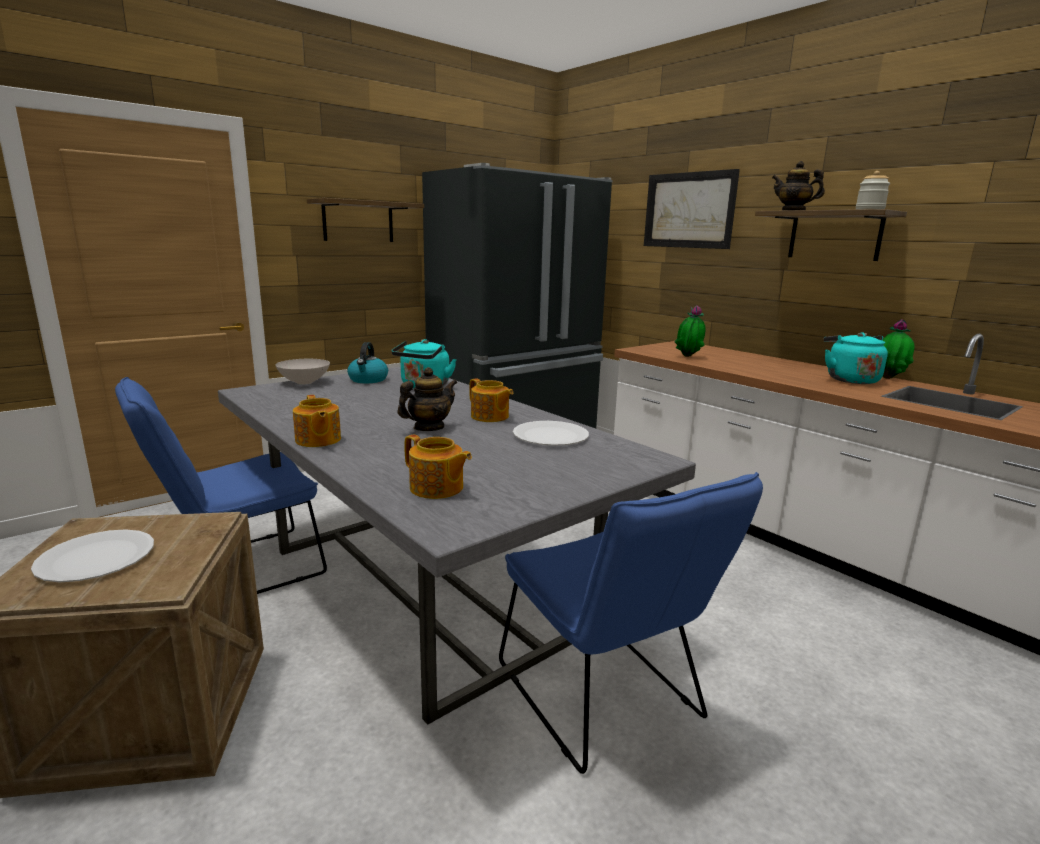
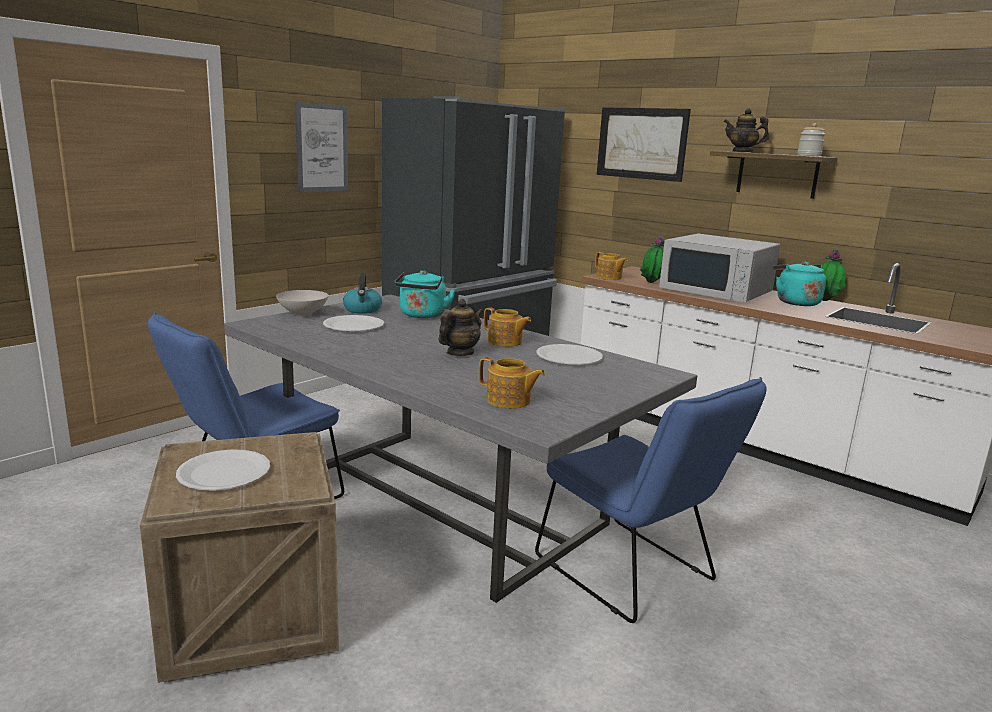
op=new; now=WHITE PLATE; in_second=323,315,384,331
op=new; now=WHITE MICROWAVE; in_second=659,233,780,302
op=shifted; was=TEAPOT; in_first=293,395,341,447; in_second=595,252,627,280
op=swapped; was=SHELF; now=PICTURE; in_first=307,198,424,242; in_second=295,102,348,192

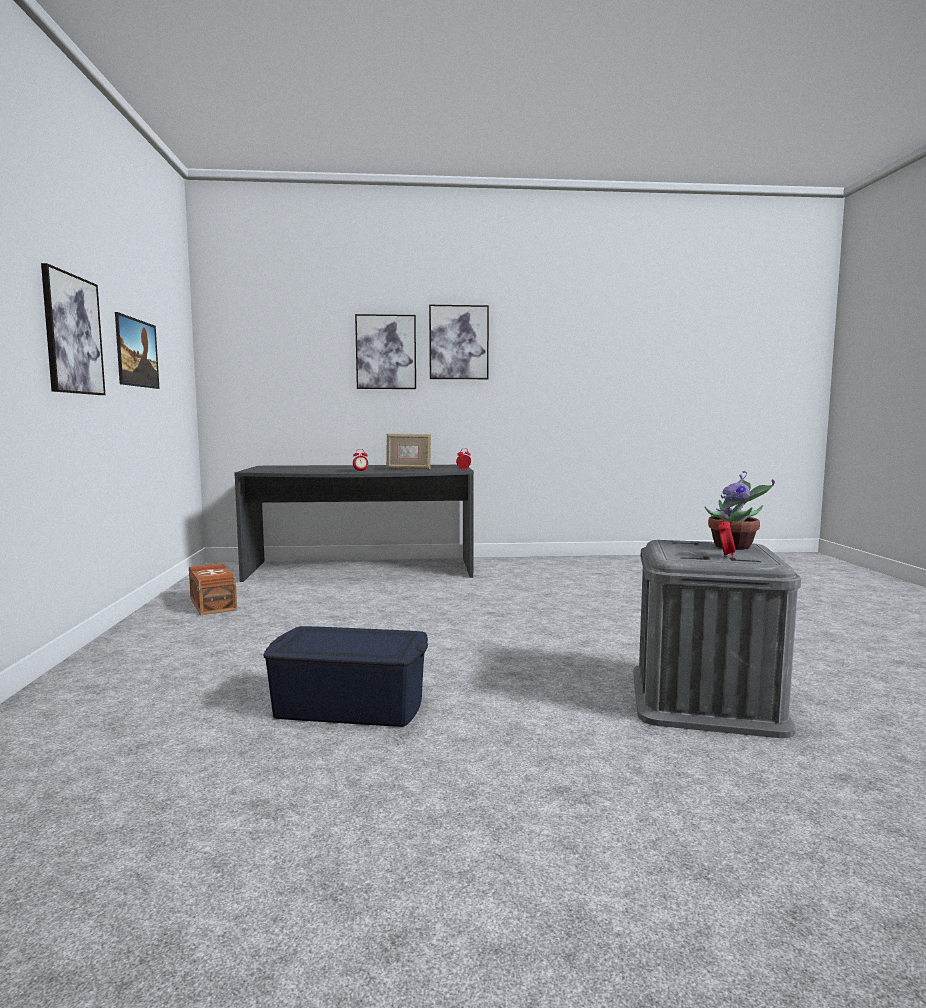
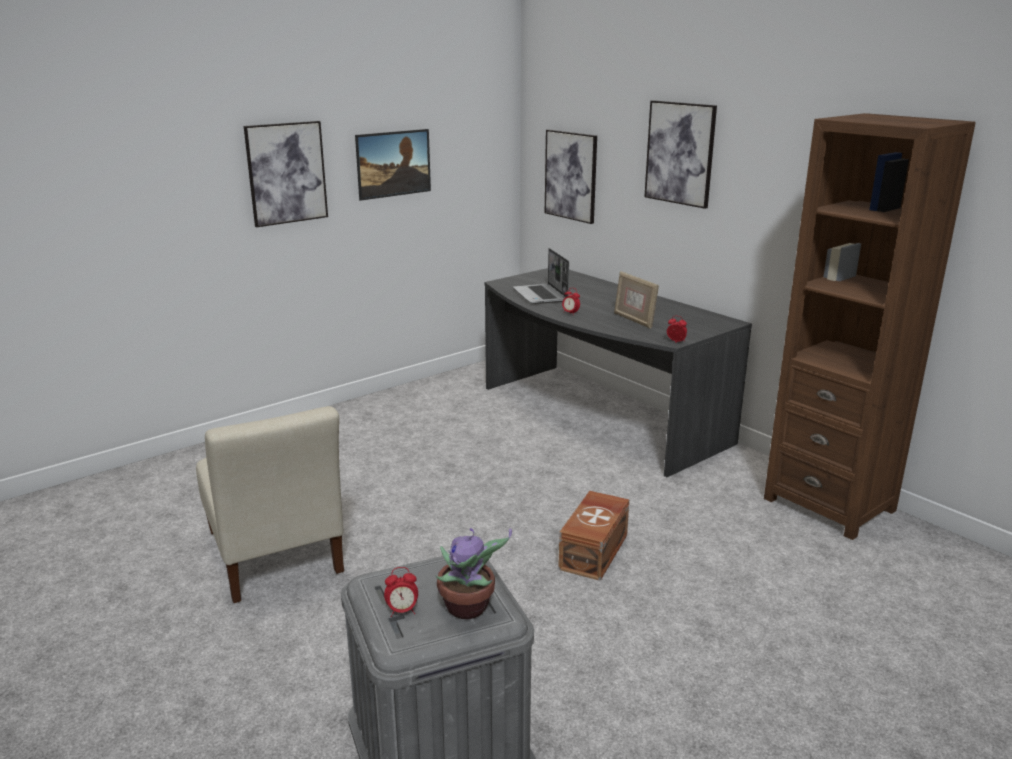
op=new; now=LAPTOP; in_second=513,248,569,304
op=new; now=BROWN BOOKCASE; in_second=764,113,976,540
op=shifted; was=BROWN STORAGE BOX; in_first=189,563,237,615; in_second=558,491,629,581
op=shifted; was=PICTURE; in_first=429,305,489,379; in_second=545,129,597,224
op=swapped; was=BLUE STORAGE BOX; now=BEIGE CHAIR; in_first=263,626,428,727; in_second=196,406,344,603

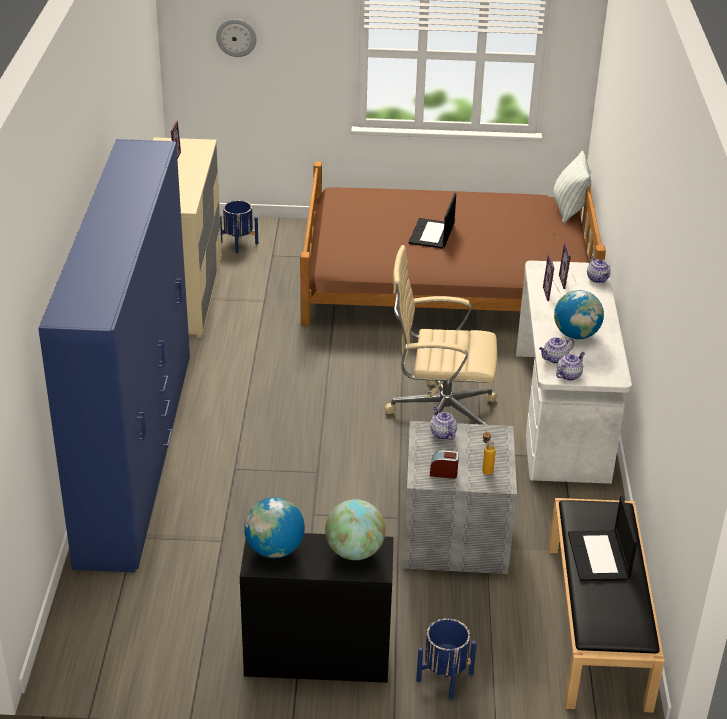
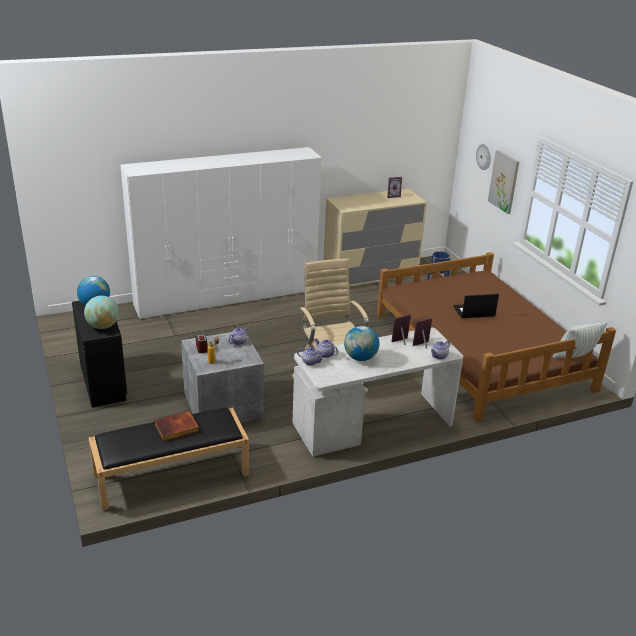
op=gone; was=BLUE PLANTER; in_first=416,618,477,700
op=new; now=PICTURE; in_second=488,150,519,214
op=swapped; was=LAPTOP; now=BOOK; in_first=568,496,637,581; in_second=154,411,199,442
op=repainted; was=BLUE WARDROBE; now=WHITE WARDROBE; in_first=38,139,190,572; in_second=120,147,322,319

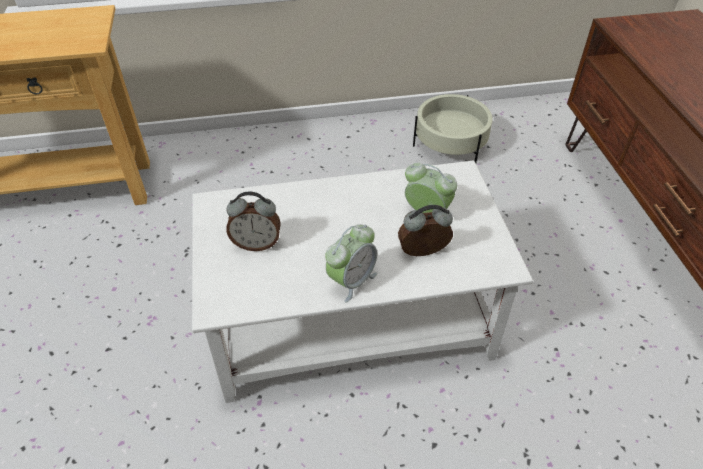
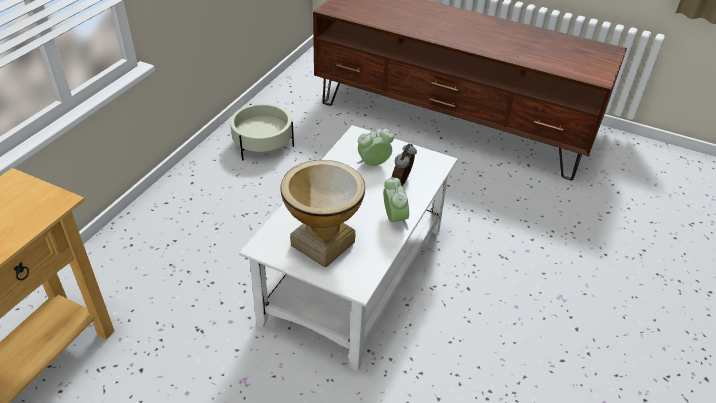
op=swapped; was=ALARM CLOCK; now=VASE; in_first=226,191,281,251; in_second=281,160,365,267

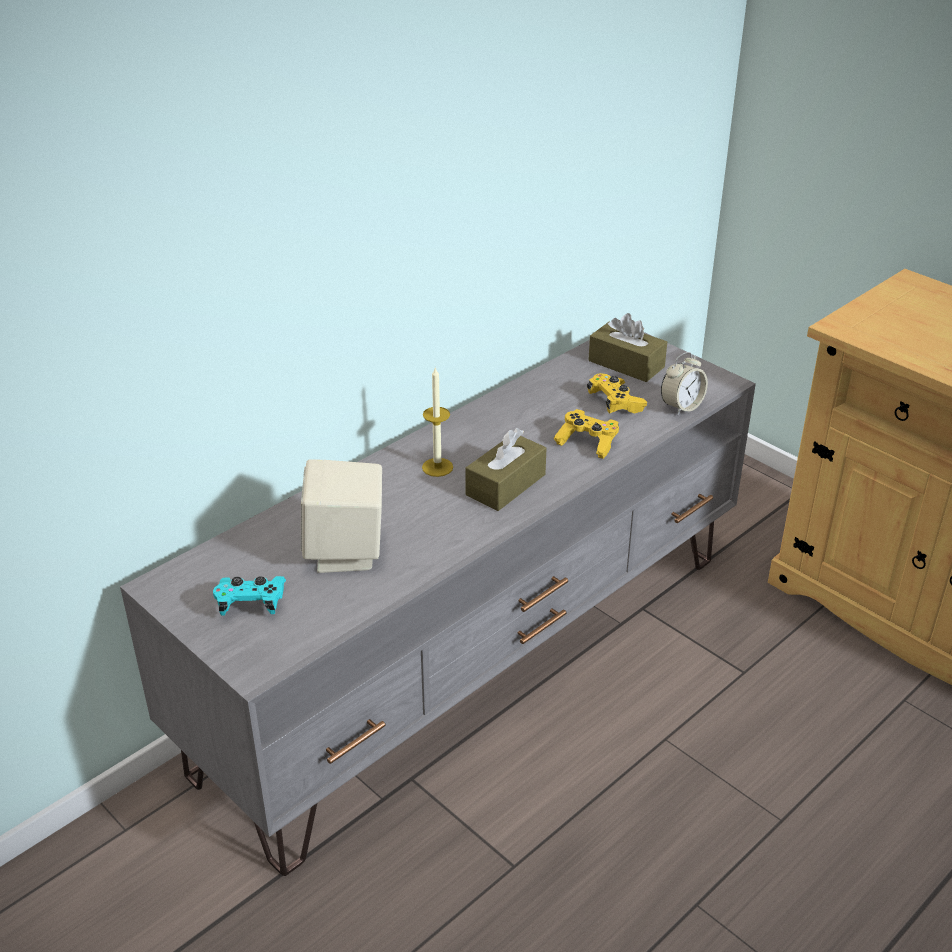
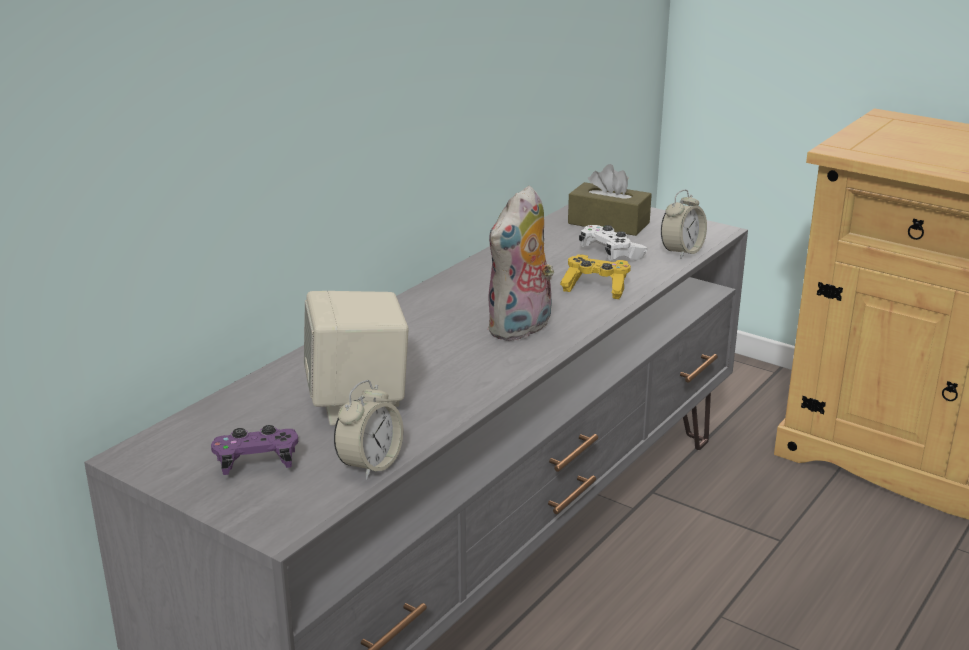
op=gone; was=CANDLE; in_first=422,367,453,477
op=new; now=ALARM CLOCK; in_second=334,380,403,480
op=swapped; was=BROWN TISSUE BOX; now=PLUSH TOY; in_first=465,428,547,511; in_second=487,186,554,341
op=repainted; was=TURQUOISE GAME CONTROLLER; now=PURPLE GAME CONTROLLER; in_first=213,576,286,616; in_second=211,425,298,475
op=repainted; was=YELLOW GAME CONTROLLER; now=WHITE GAME CONTROLLER; in_first=587,373,647,413; in_second=579,225,647,261

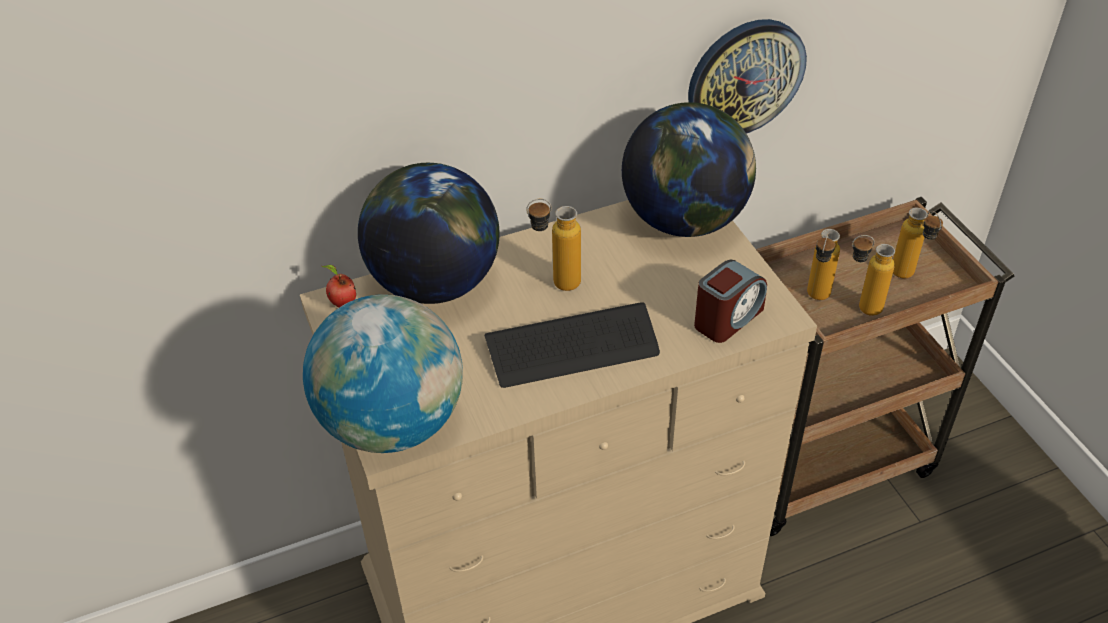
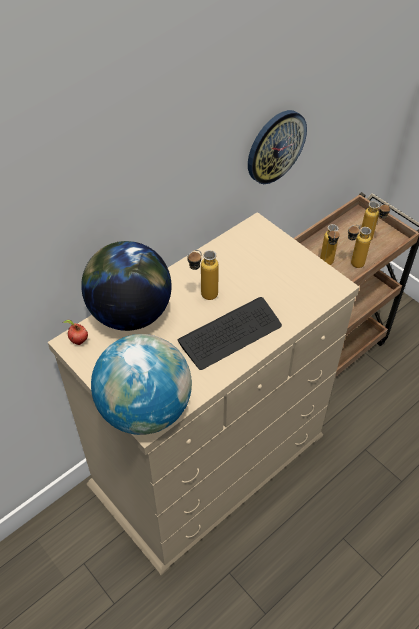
op=gone; was=GLOBE; in_first=622,102,756,237
op=gone; was=ALARM CLOCK; in_first=694,259,767,343

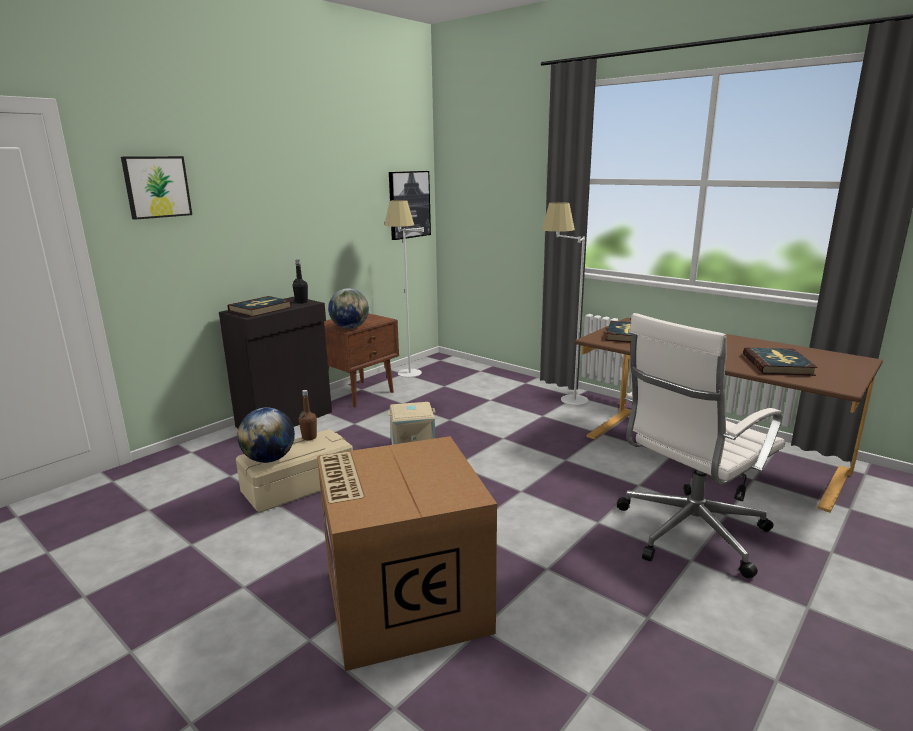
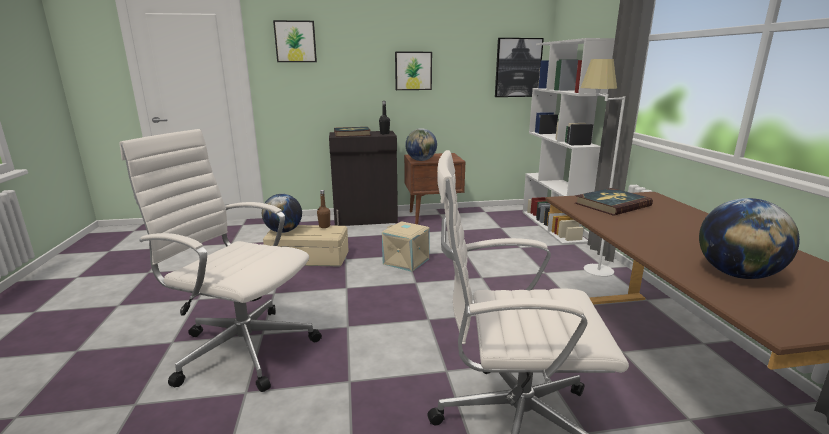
op=gone; was=WHITE FLOOR LAMP; in_first=385,200,424,377
op=new; now=PICTURE; in_second=395,52,432,90
op=new; now=WHITE BOOKCASE; in_second=523,38,615,245
op=swapped; was=CARDBOARD BOX; now=WHITE OFFICE CHAIR; in_first=317,436,497,671; in_second=120,129,322,392
op=swapped; was=BOOK; now=GLOBE; in_first=743,348,818,376; in_second=699,198,800,279

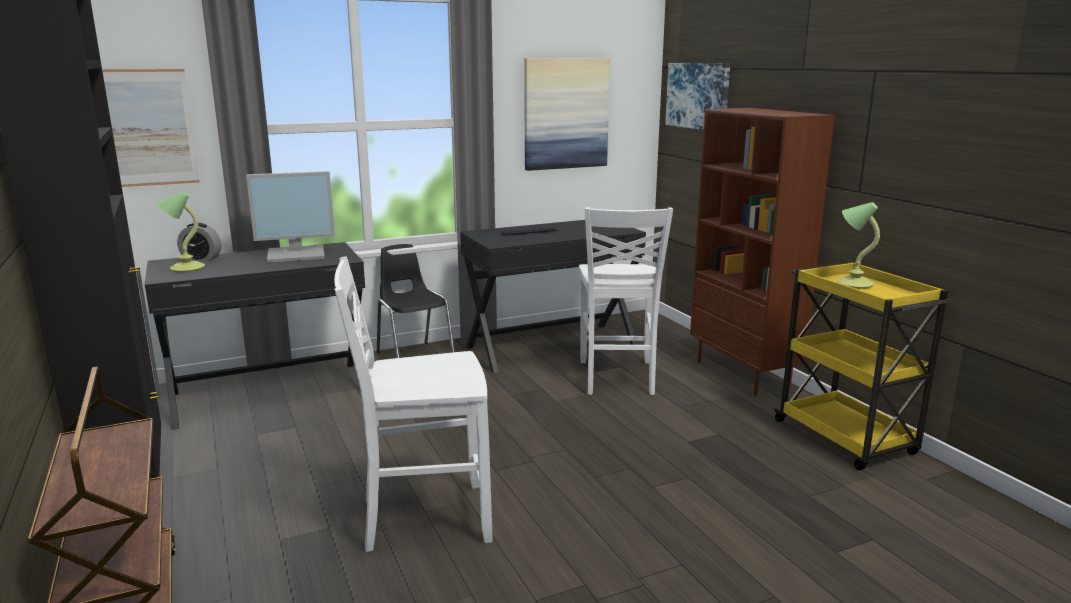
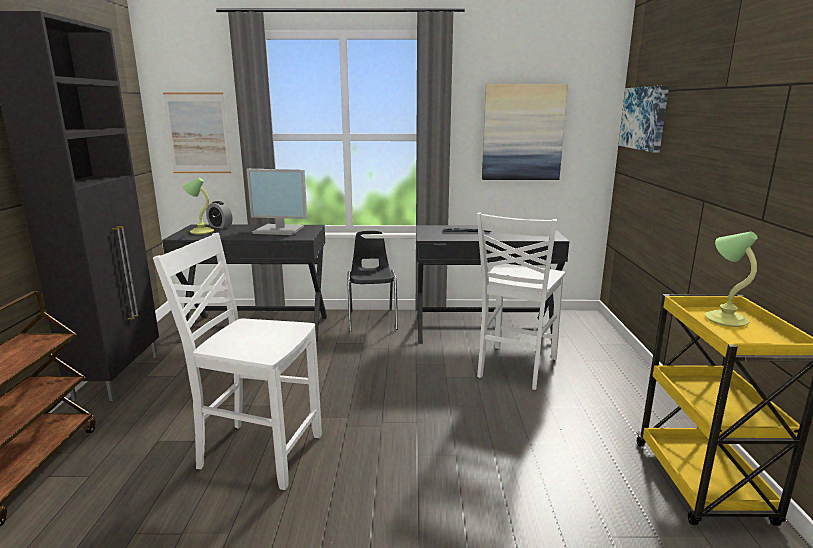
op=gone; was=BROWN BOOKCASE; in_first=690,108,835,396

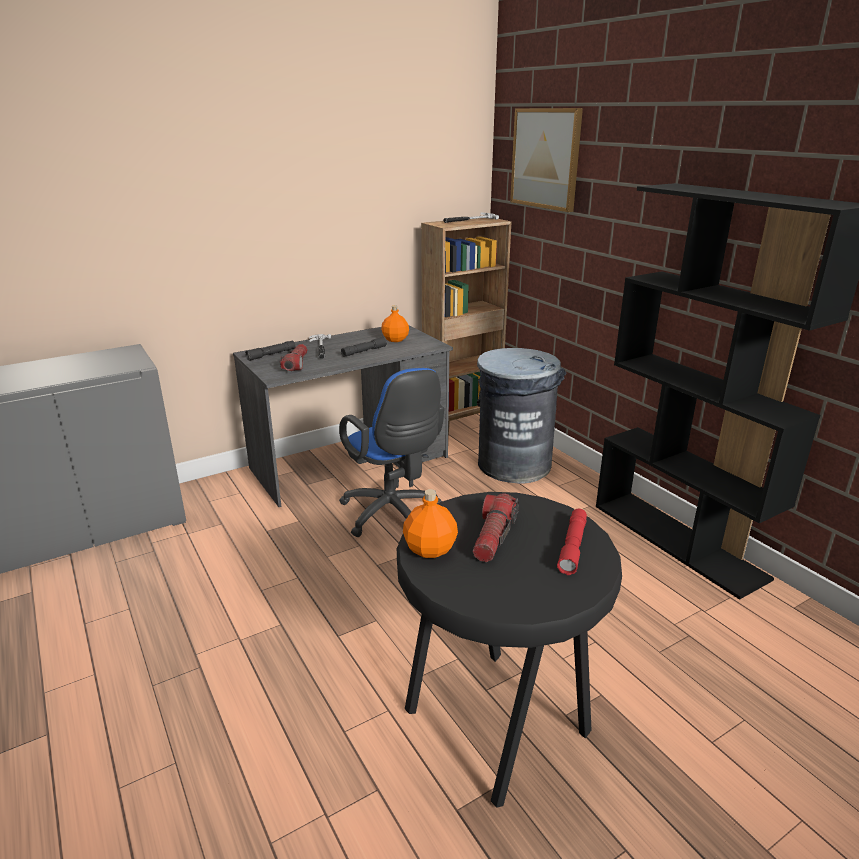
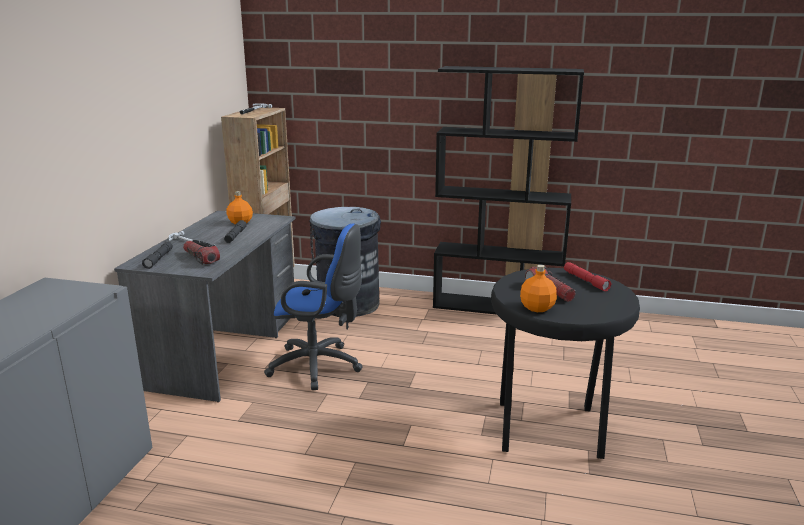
op=gone; was=PICTURE; in_first=510,108,583,212

